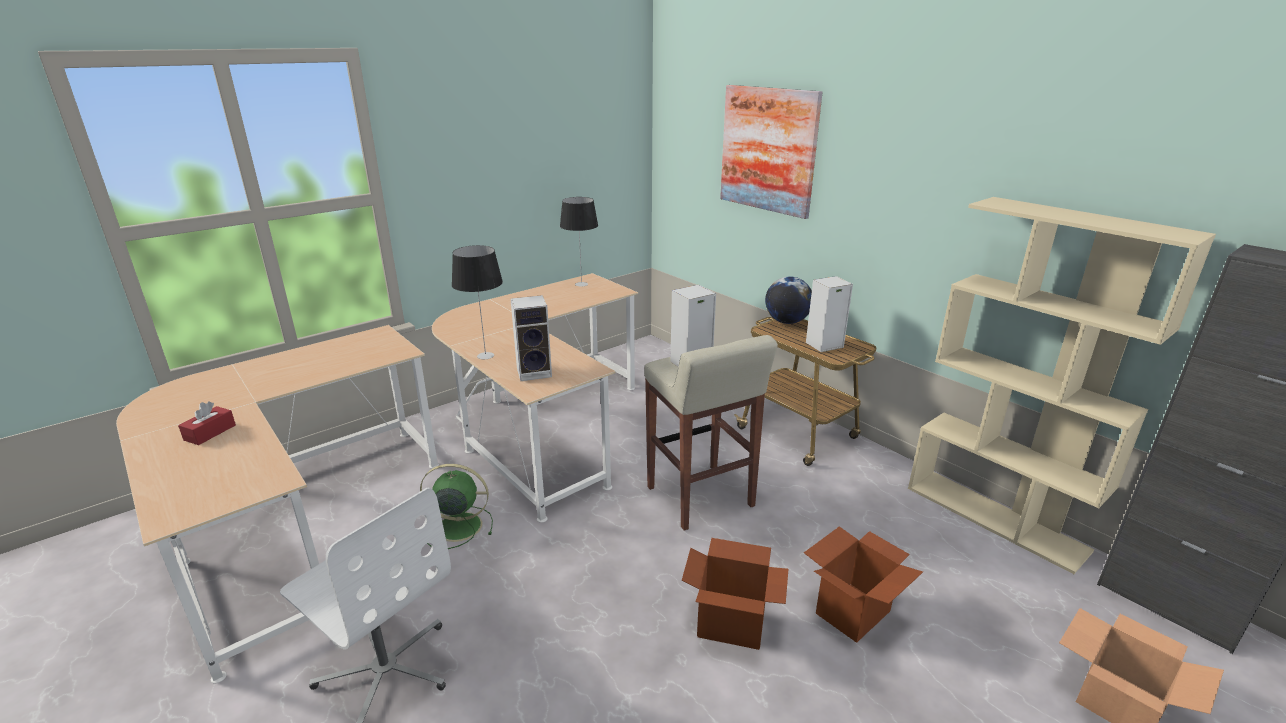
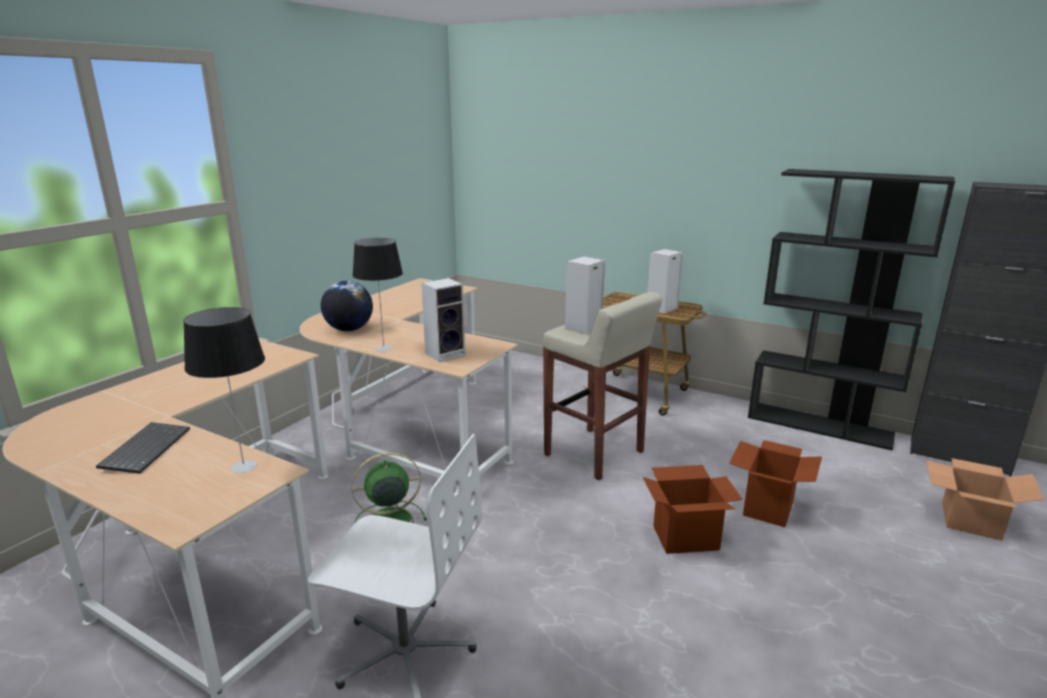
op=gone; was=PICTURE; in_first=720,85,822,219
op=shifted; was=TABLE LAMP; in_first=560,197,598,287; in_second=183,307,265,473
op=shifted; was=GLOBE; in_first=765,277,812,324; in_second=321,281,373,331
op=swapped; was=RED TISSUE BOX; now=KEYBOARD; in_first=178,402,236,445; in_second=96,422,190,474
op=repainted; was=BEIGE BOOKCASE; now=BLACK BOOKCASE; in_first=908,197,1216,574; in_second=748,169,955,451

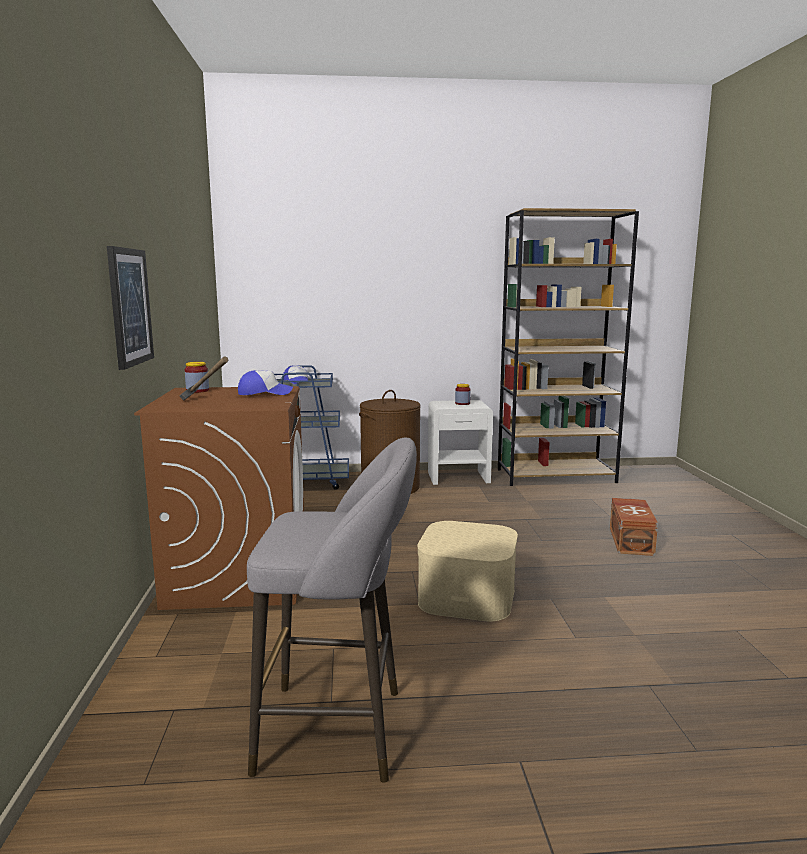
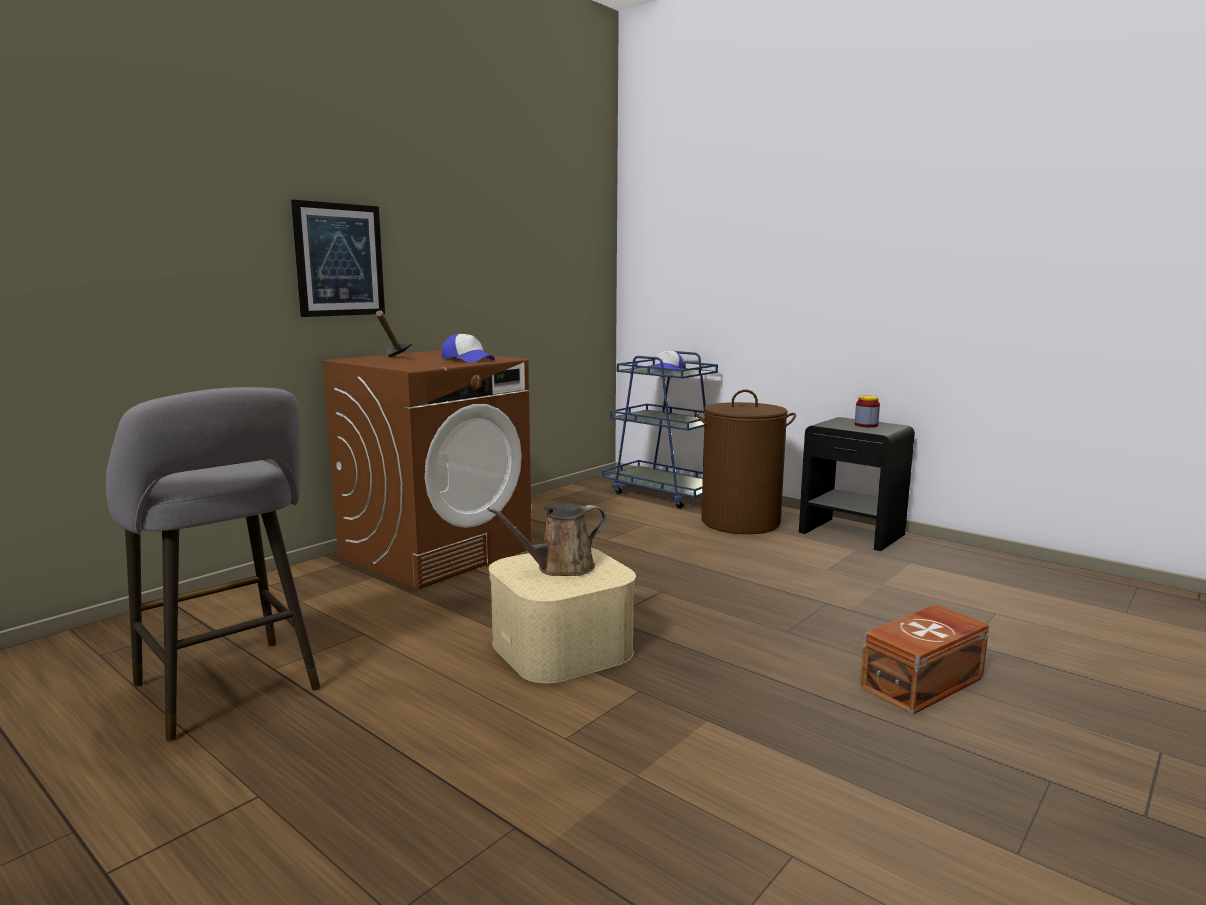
op=gone; was=JAR; in_first=185,362,209,393
op=gone; was=BROWN BOOKCASE; in_first=498,208,639,486
op=new; now=BROWN WATERING CAN; in_second=487,503,606,576
op=repainted; was=WHITE NIGHTSTAND; now=BLACK NIGHTSTAND; in_first=428,400,493,485; in_second=799,417,915,551

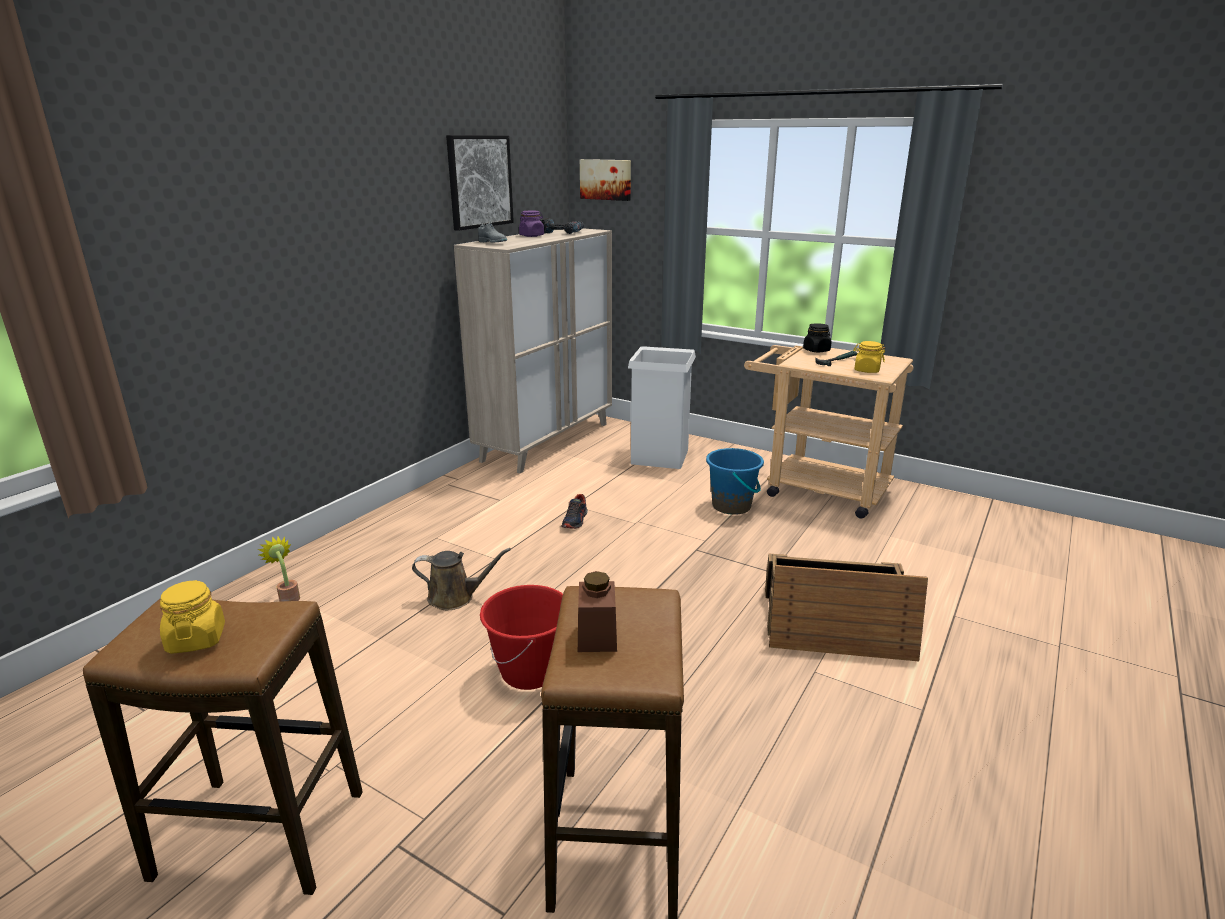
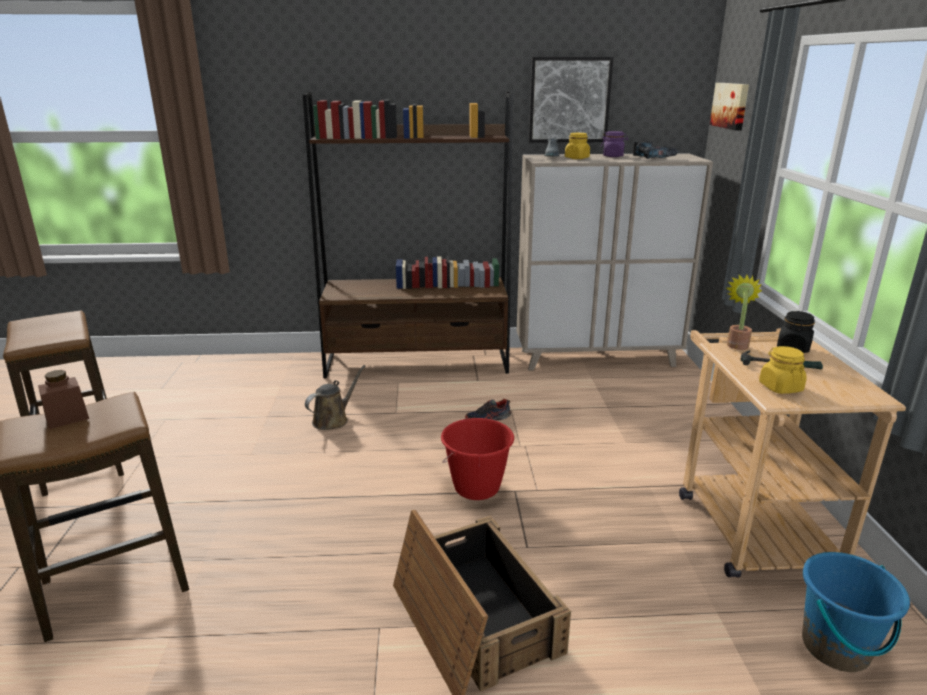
op=gone; was=WHITE TRASH CAN; in_first=628,346,696,469
op=new; now=BROWN BOOKCASE; in_second=303,92,513,378
op=shifted; was=YELLOW JAR; in_first=160,580,225,654; in_second=565,133,590,159
op=shifted; was=POTTED PLANT; in_first=258,536,300,602; in_second=726,275,762,350
op=shifted; was=RED BUCKET; in_first=480,585,563,690; in_second=441,418,514,500
op=shifted; was=BLUE BUCKET; in_first=706,448,764,515; in_second=802,552,910,672
op=rotated; was=BROWN WATERING CAN; in_first=412,548,511,610; in_second=305,365,365,430; clockwise=-105

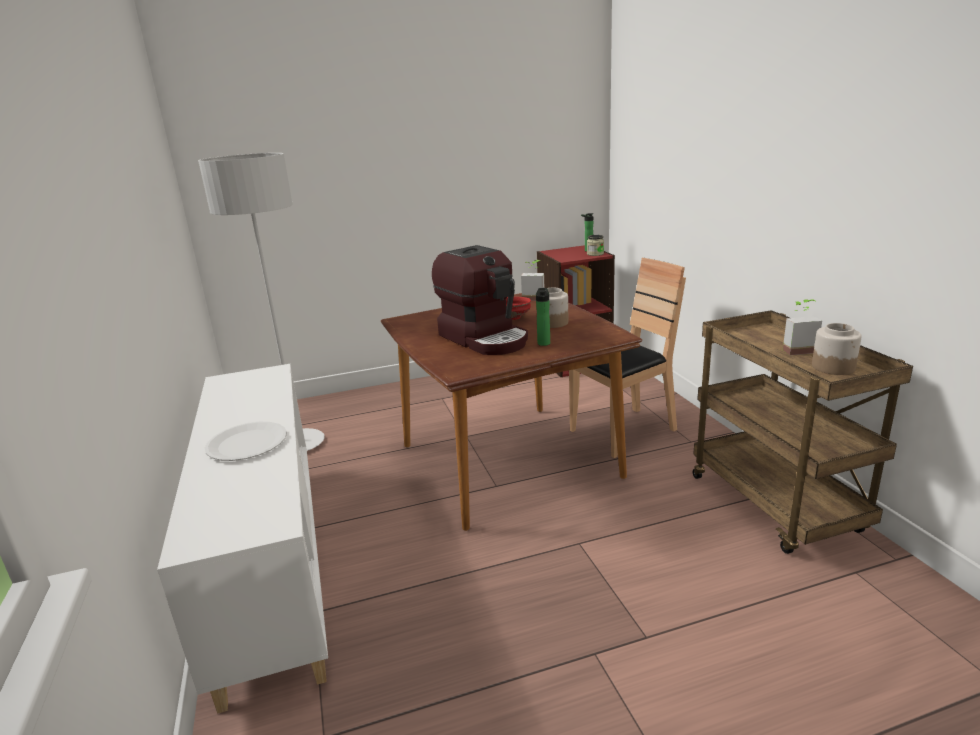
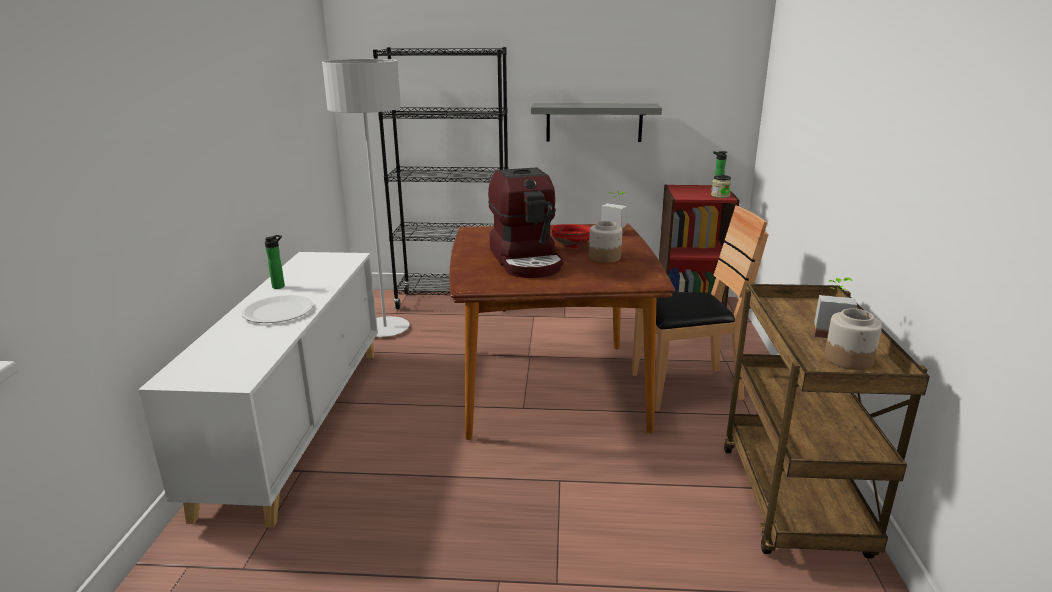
op=new; now=BLACK BOOKCASE; in_second=373,47,508,312
op=new; now=GREY SHELF; in_second=531,103,662,142
op=shifted; was=BOTTLE; in_first=536,288,550,346; in_second=265,235,285,289

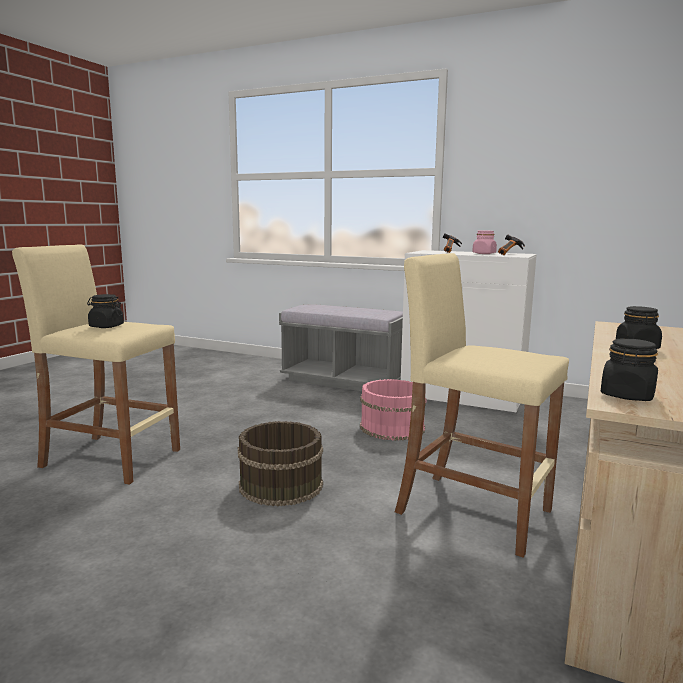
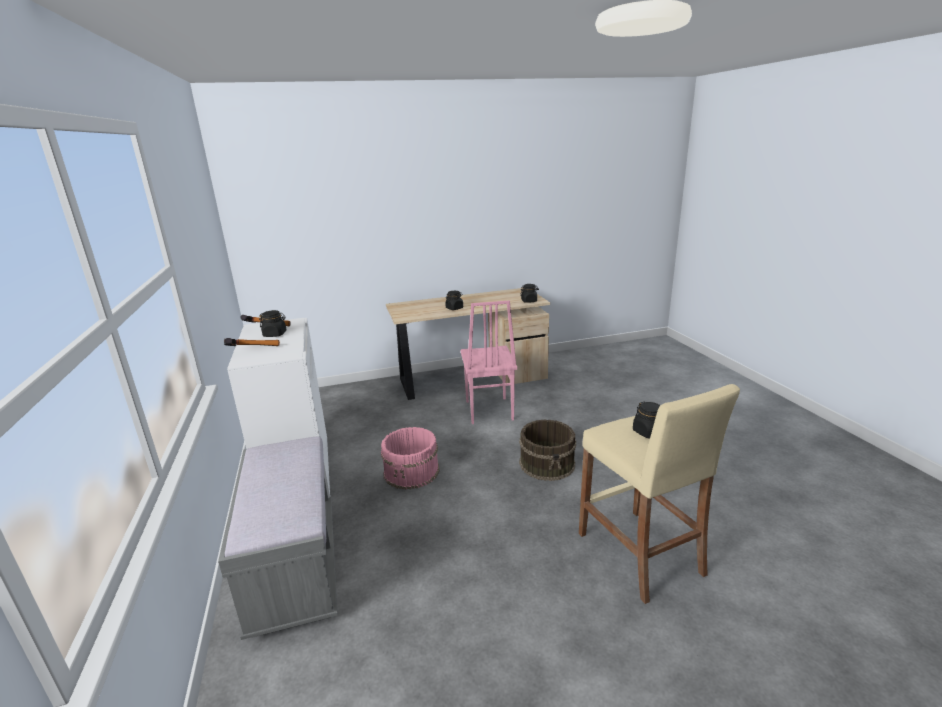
op=swapped; was=BEIGE STOOL; now=PINK CHAIR; in_first=395,253,569,558; in_second=460,301,517,424
op=repainted; was=PINK JAR; now=BLACK JAR; in_first=472,231,497,254; in_second=259,310,286,337

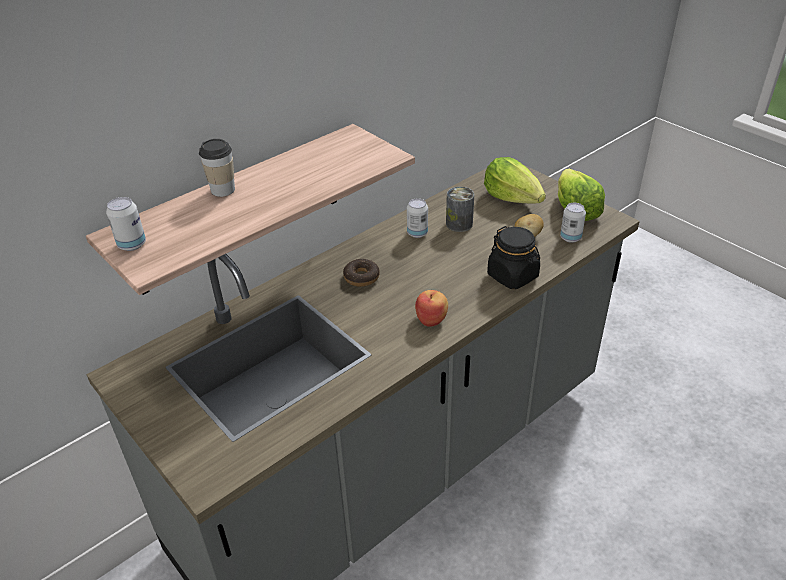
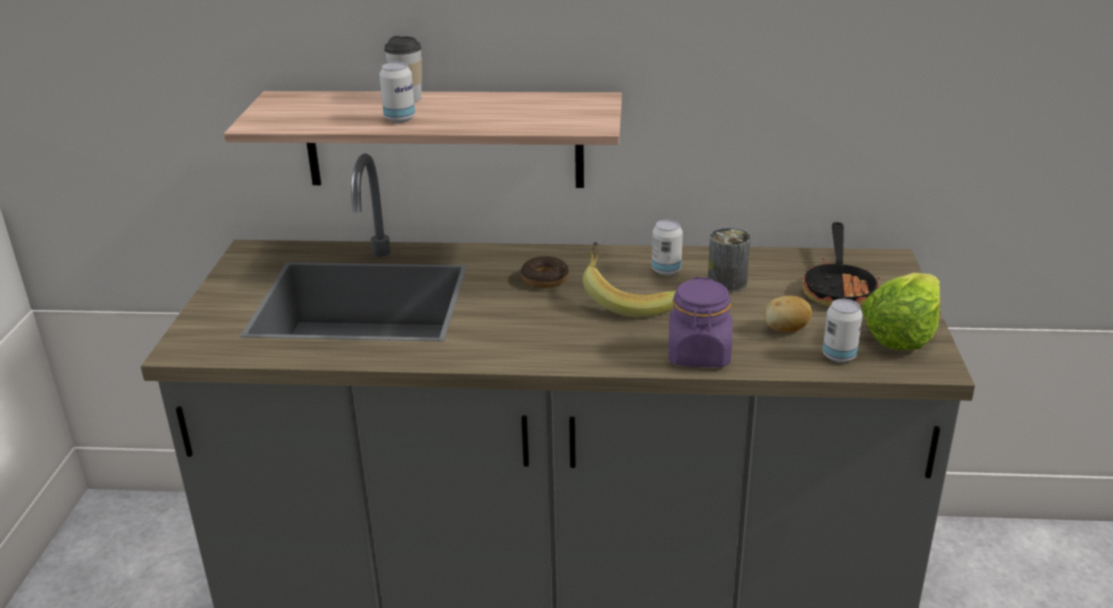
op=gone; was=APPLE; in_first=415,290,448,327
op=new; now=BANANA; in_second=583,242,676,317
op=shifted; was=CAN; in_first=106,197,146,251; in_second=379,62,415,123
op=swapped; was=LETTUCE; now=FRYING PAN; in_first=484,157,546,203; in_second=802,222,879,307
op=repainted; was=BLACK JAR; now=PURPLE JAR; in_first=487,226,540,289; in_second=668,277,732,367

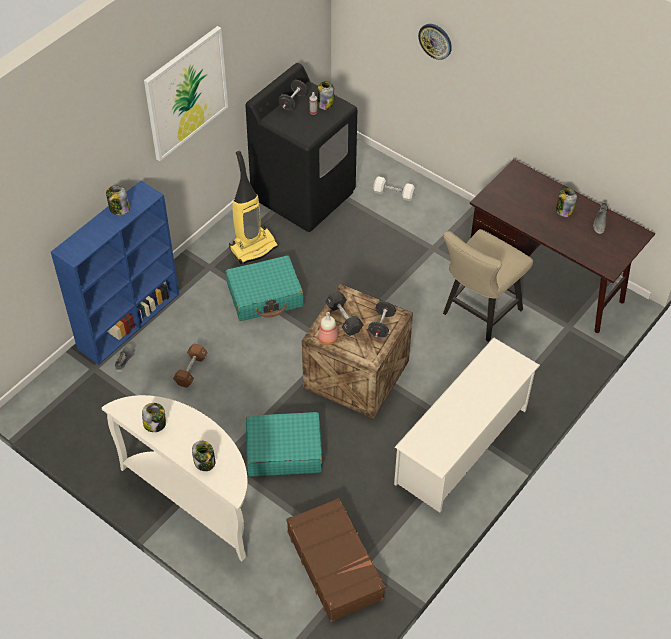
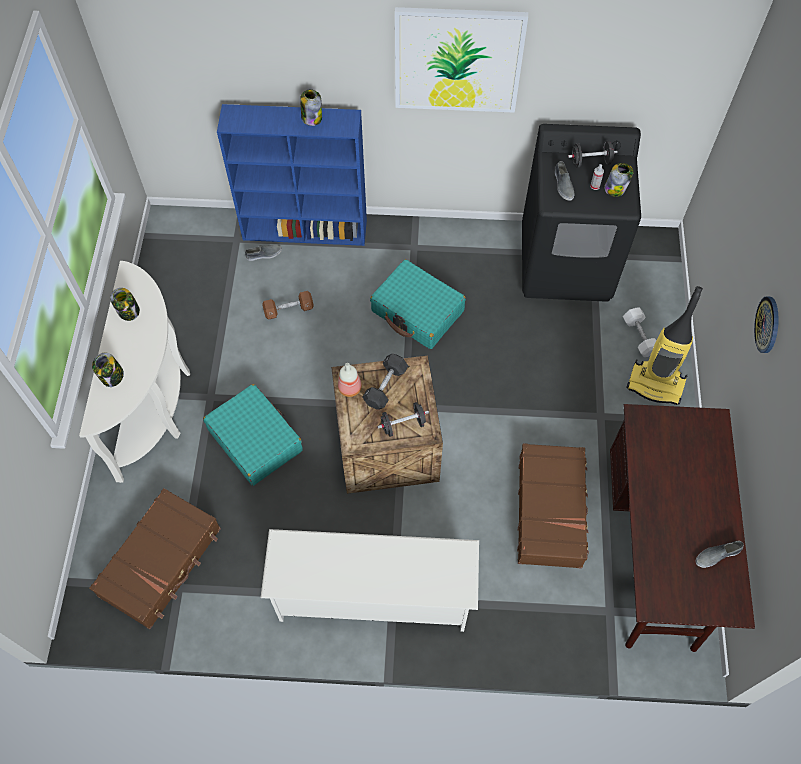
op=gone; was=JAR; in_first=556,188,577,217
op=new; now=GREY SHOE; in_second=555,161,574,201
op=shifted; was=VACUUM CLEANER; in_first=229,151,279,264; in_second=626,286,703,405
op=shifted; was=WALL CLOCK; in_first=418,24,452,60; in_second=754,296,779,353
op=swapped; was=BEIGE CHAIR; now=BROWN SUITCASE; in_first=443,229,533,342; in_second=517,443,589,568

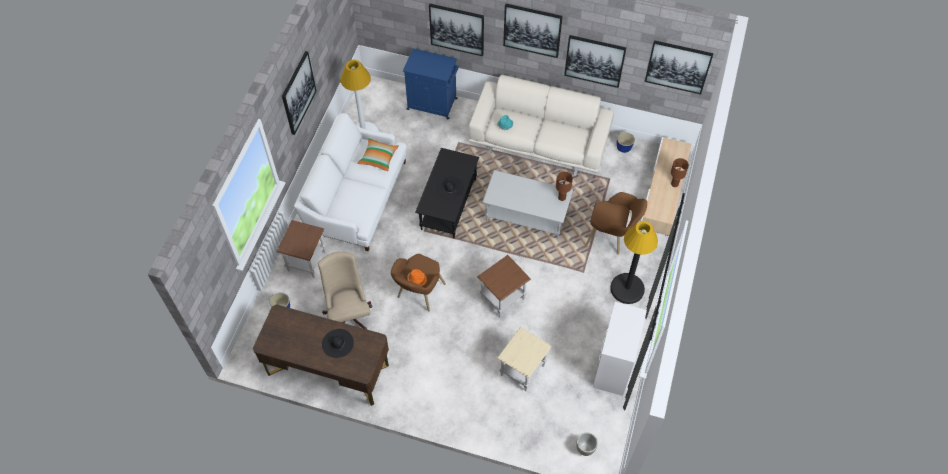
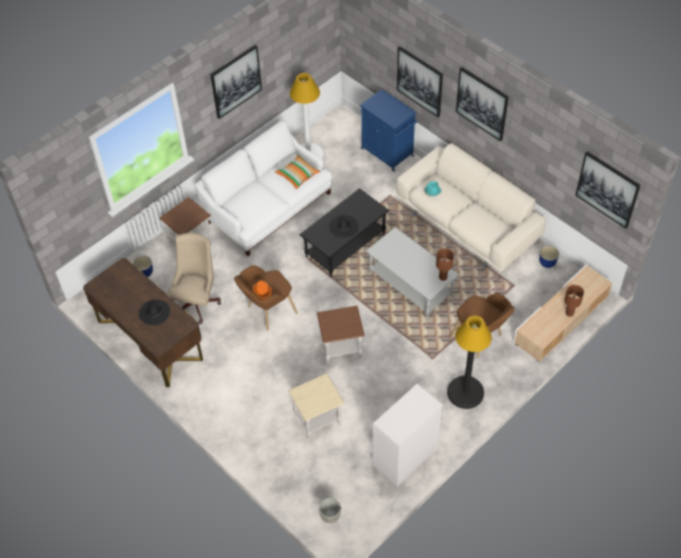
op=gone; was=PICTURE; in_first=564,35,626,88

